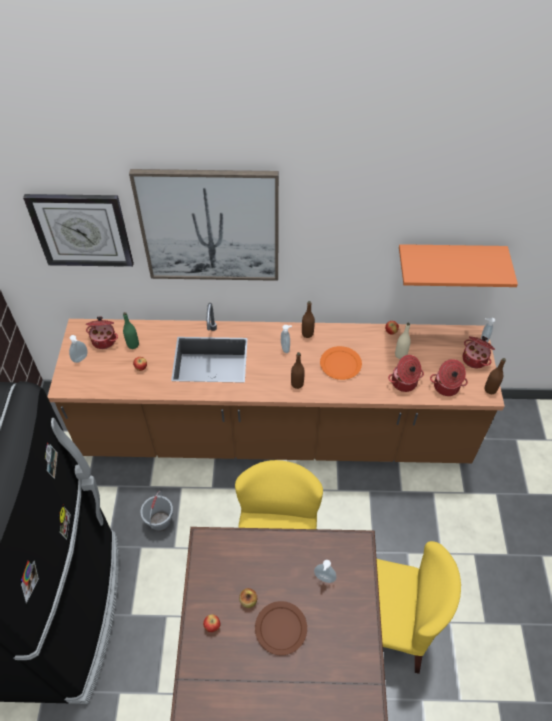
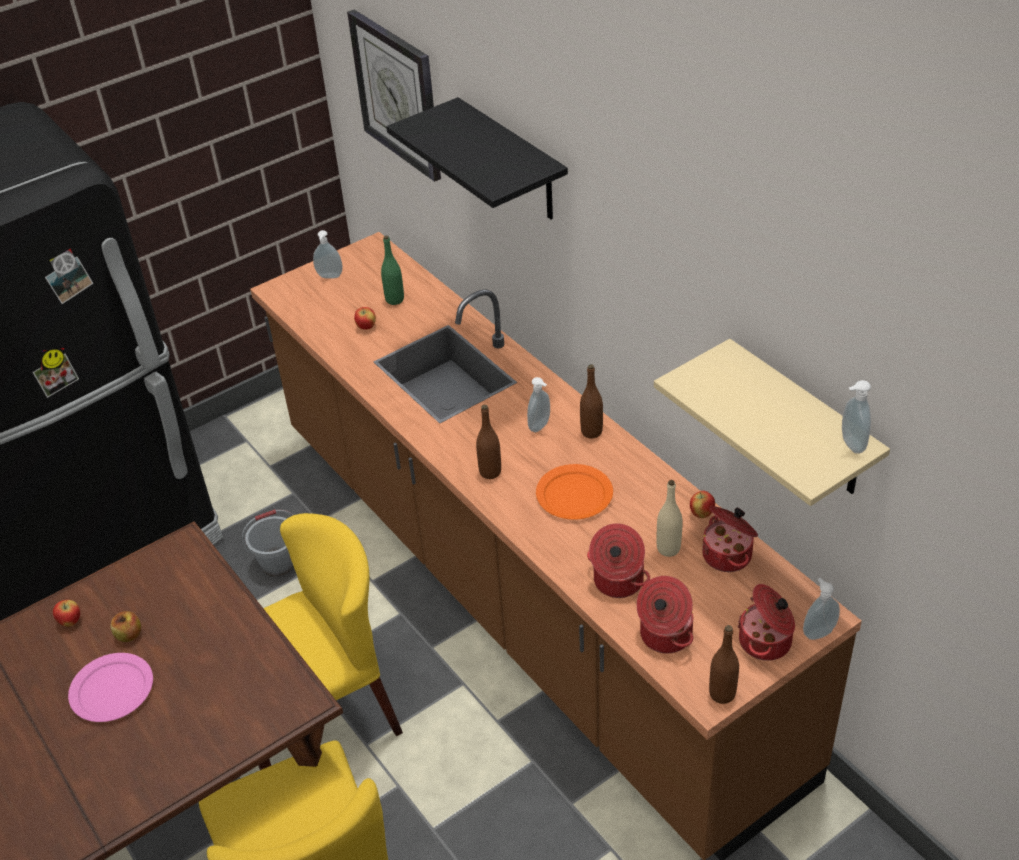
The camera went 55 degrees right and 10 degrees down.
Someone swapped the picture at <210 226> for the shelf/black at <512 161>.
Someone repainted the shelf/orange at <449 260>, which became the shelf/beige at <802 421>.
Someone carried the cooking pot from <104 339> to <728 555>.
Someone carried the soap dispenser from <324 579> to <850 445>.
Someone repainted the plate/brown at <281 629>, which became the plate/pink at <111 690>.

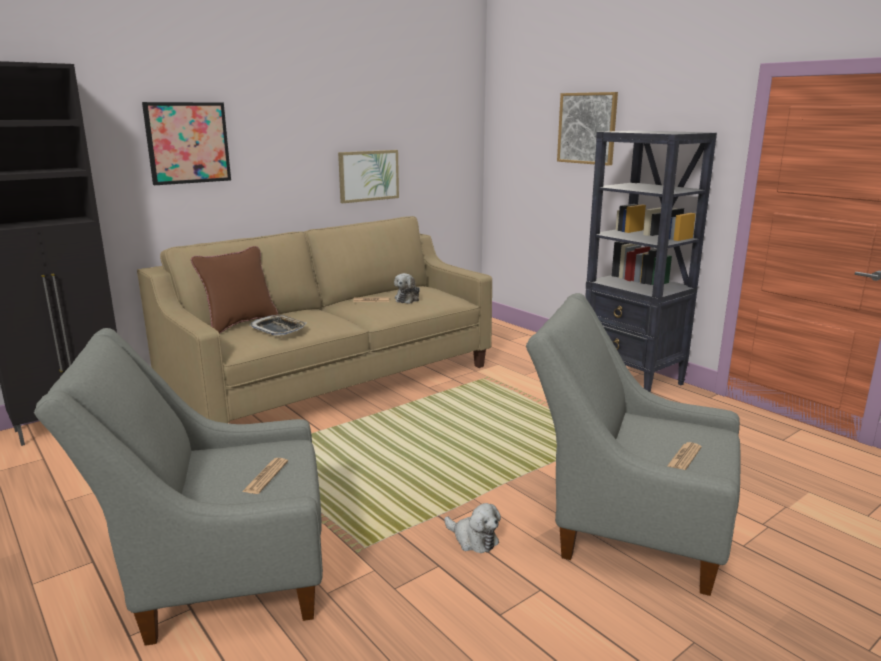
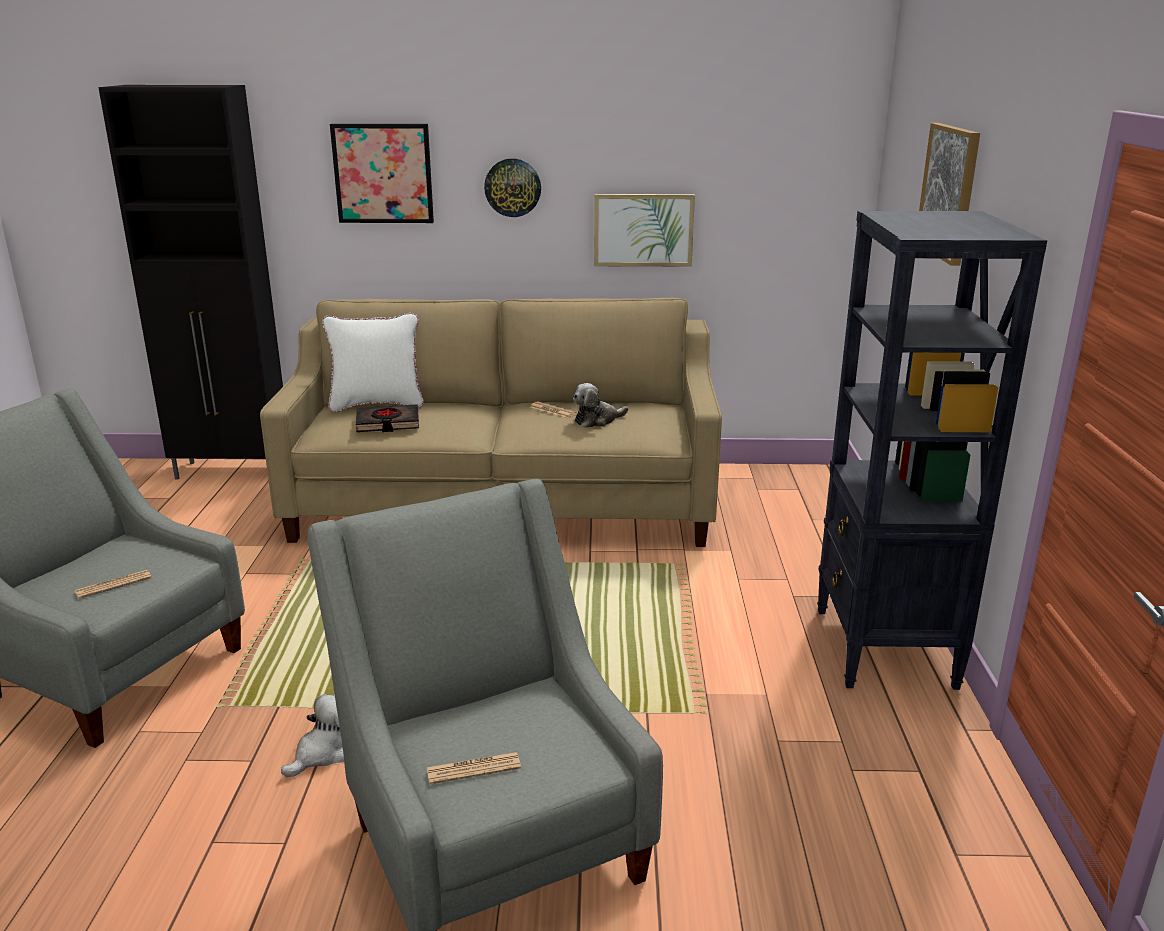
The camera went 40 degrees right and 5 degrees up.
Someone repainted the pillow/brown at <240 323>, which became the pillow/white at <377 404>.
Someone swapped the tray at <278 329> for the book/black at <388 423>.
Someone rotated the plush toy at <473 539> by 135 degrees counterclockwise.
Someone put up the wall clock at <513 187>.

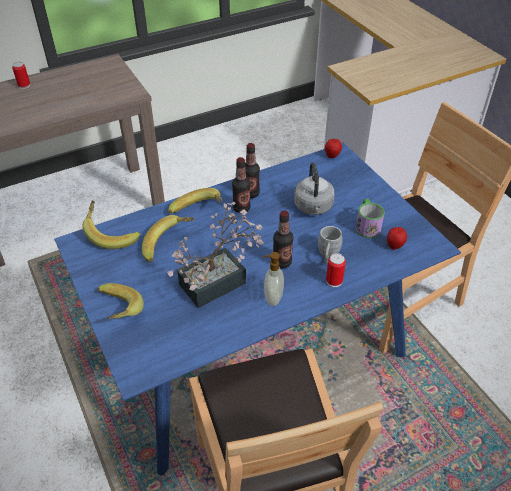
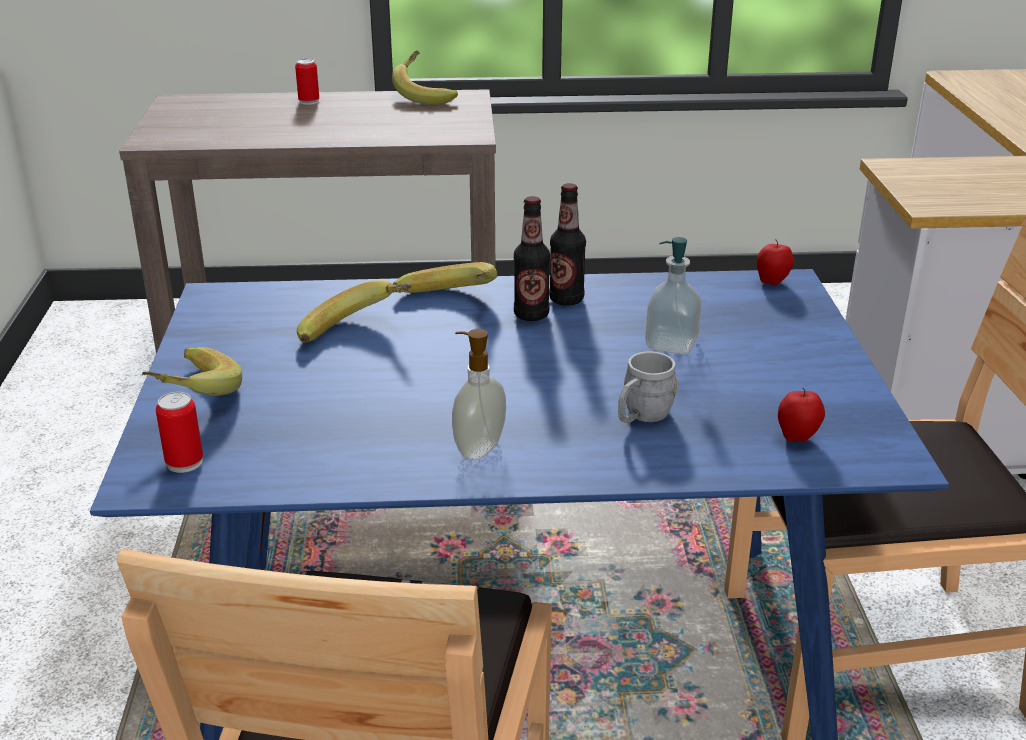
The camera went 25 degrees right and 15 degrees down.
Someone swapped the kettle/grey at <313 208> for the soap dispenser at <671 344>.
Someone took away the mug at <367 225>.
Someone carried the banana from <112 234> to <427 95>.
Someone took away the potted plant at <219 281>.
Someone took away the bottle at <282 262>.
Someone carried the can from <334 281> to <184 462>.

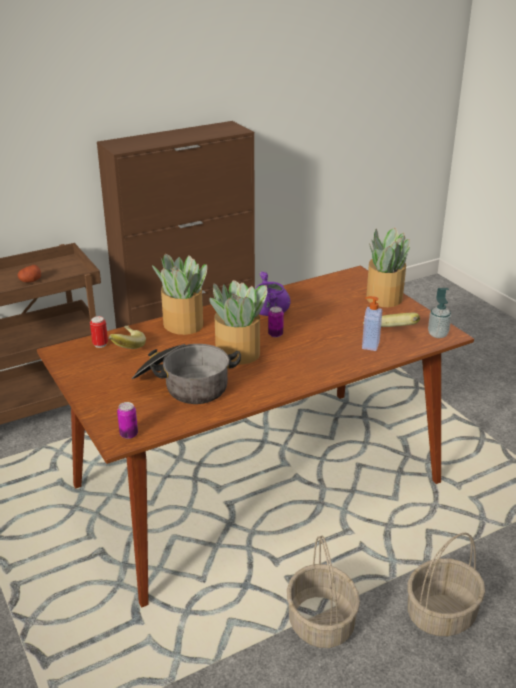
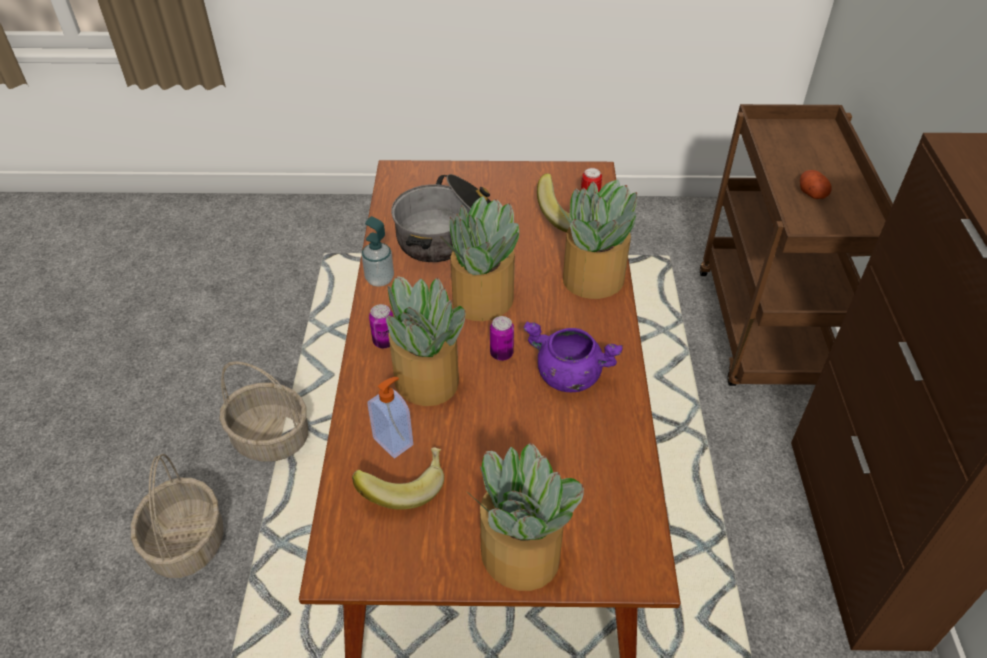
The camera went 120 degrees right and 15 degrees up.
Someone carried the soap dispenser from <437 334> to <379 279>.
Someone carried the can from <129 434> to <384 342>.
Someone put down the potted plant at <426 381>.

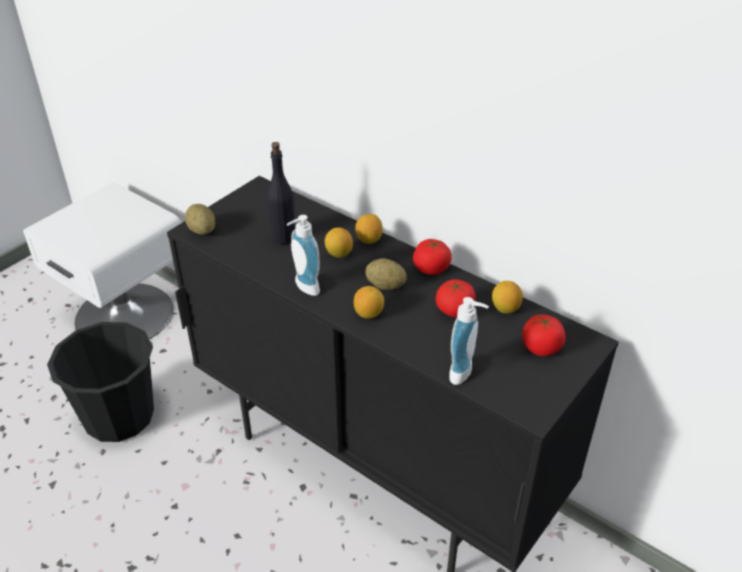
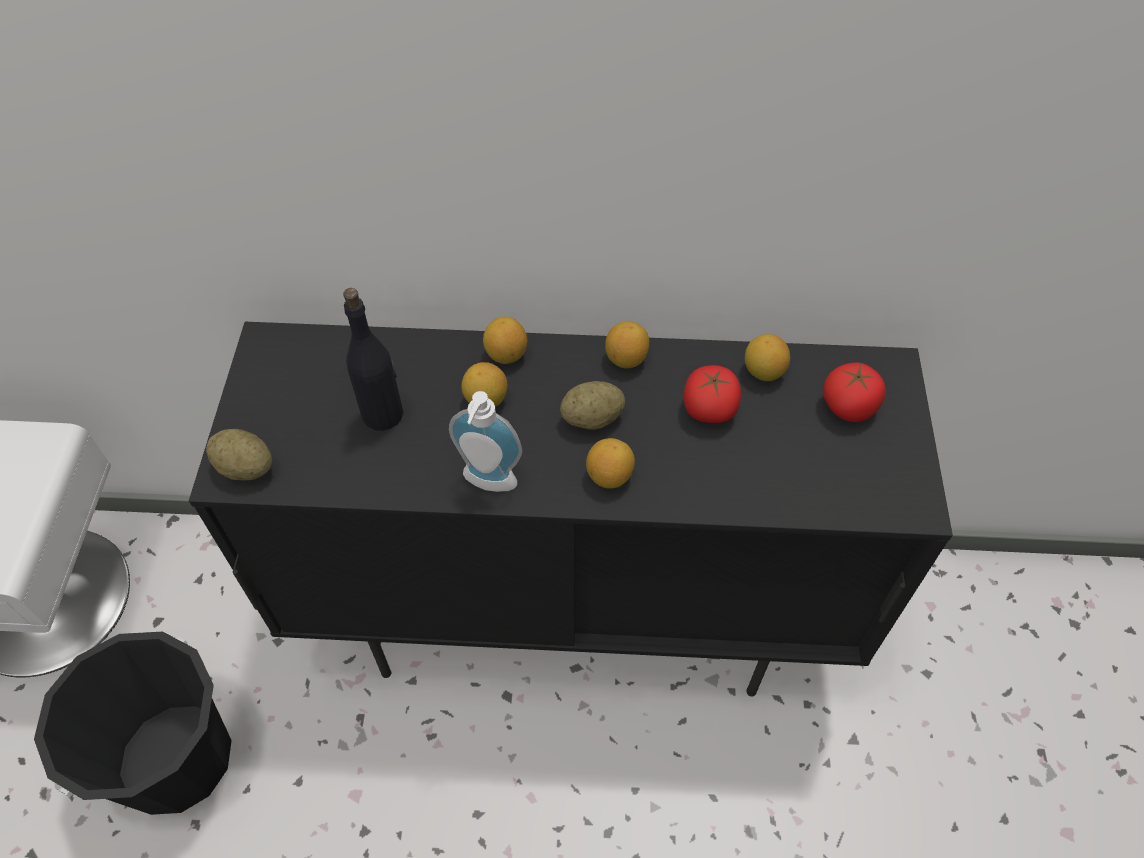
The camera went 35 degrees left and 15 degrees up.
Someone swapped the tomato at <431 269> for the lemon at <626 359>.
Someone took away the soap dispenser at <465 373>.

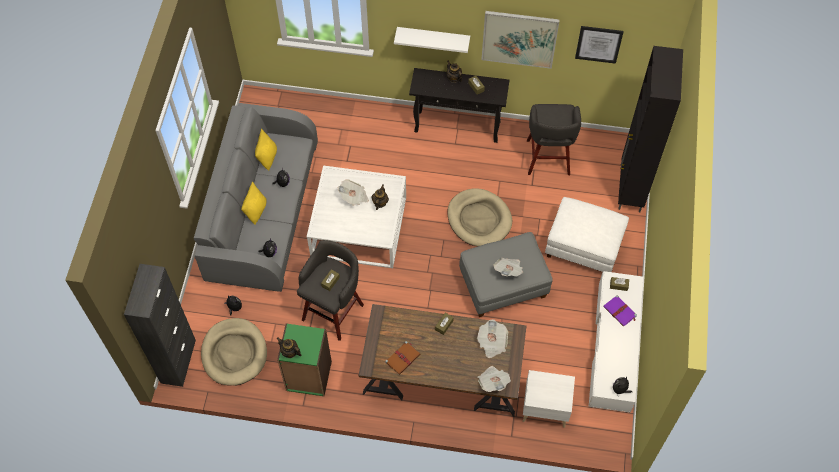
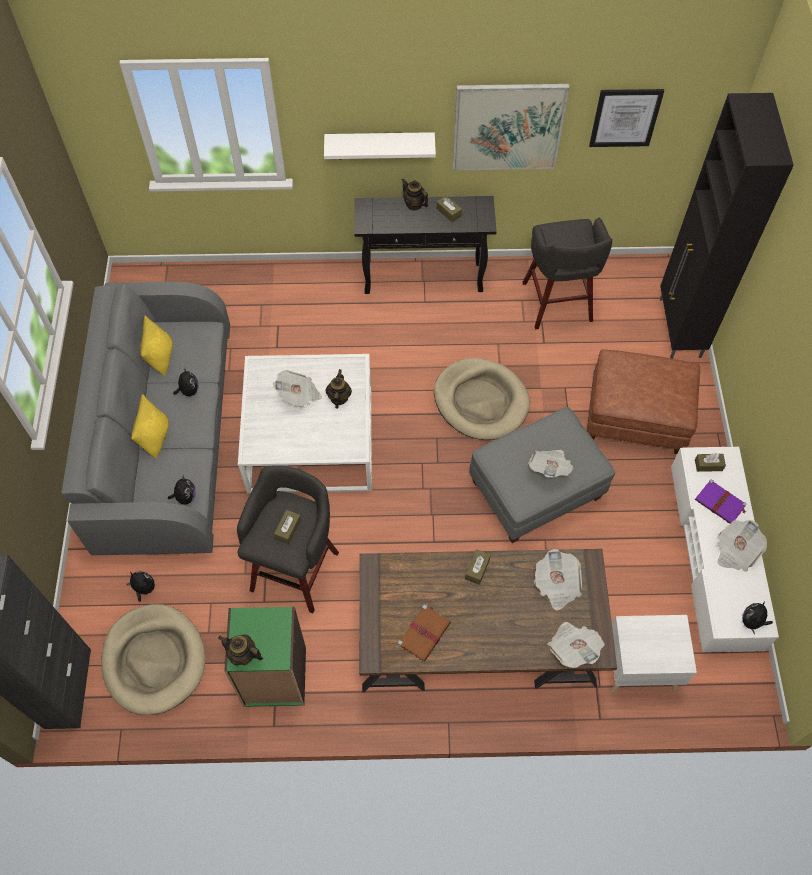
The camera went 10 degrees left and 0 degrees up.
Someone repainted the ottoman/white at <584 246>, which became the ottoman/brown at <637 417>.
Someone put down the newspaper at <735 551>.

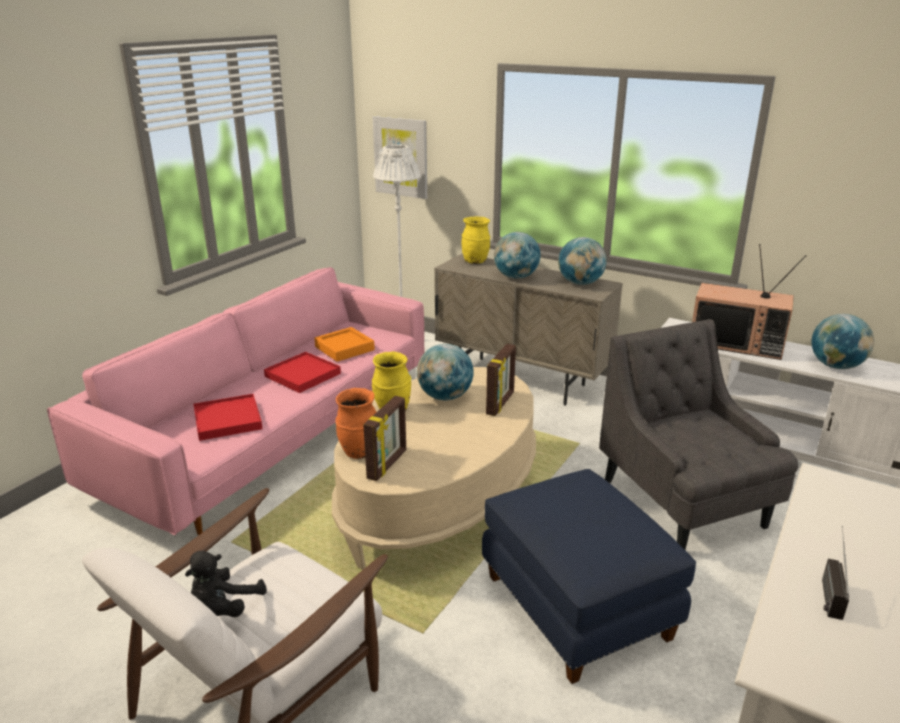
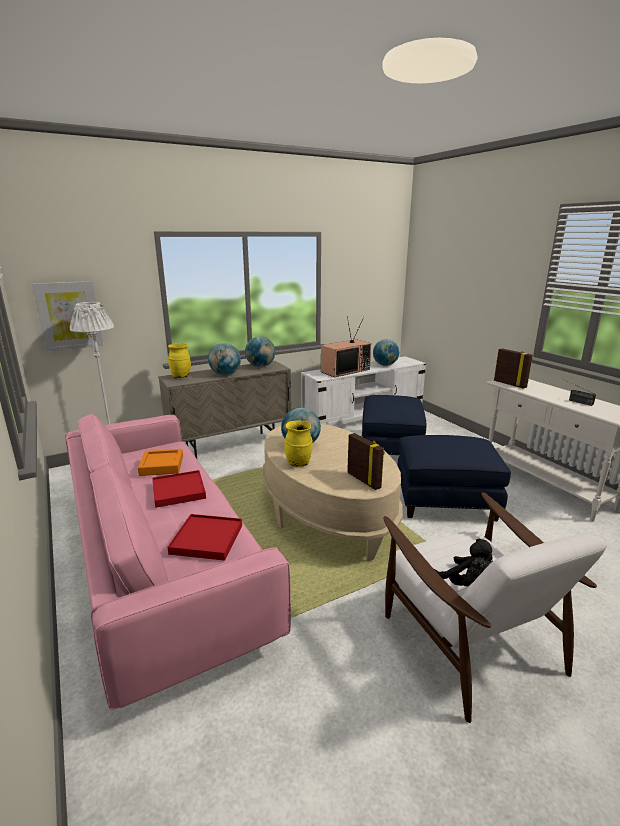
The camera went 60 degrees left and 5 degrees down.
Someone swapped the armchair/grey at <684 504> for the ottoman/blue at <389 449>.
Someone carried the picture frame from <501 404> to <510 384>.
Someone took away the vase/orange at <359 452>.

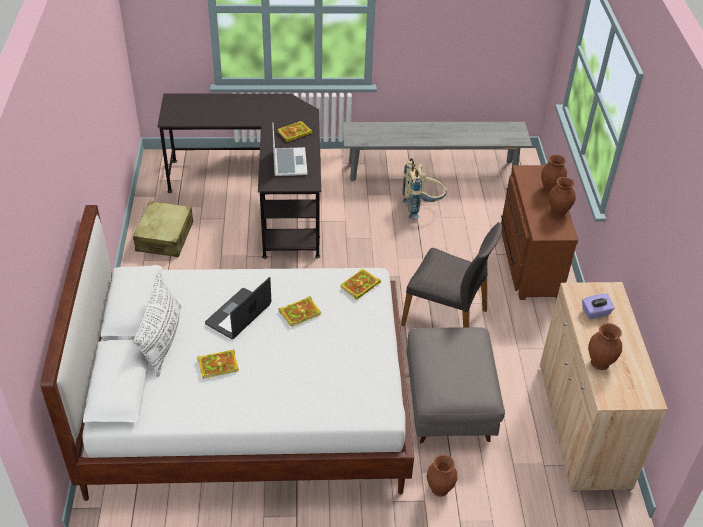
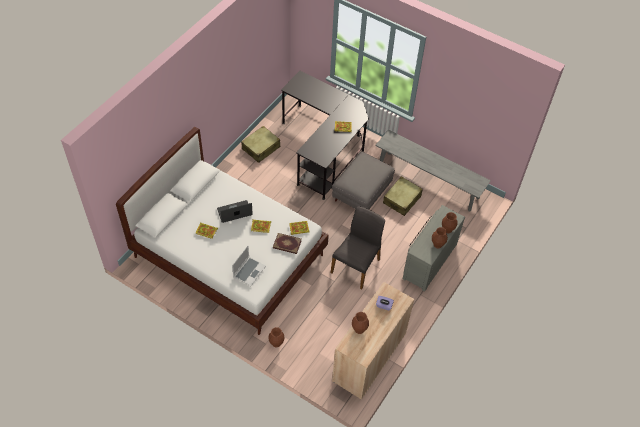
The camera went 35 degrees right and 10 degrees up.
Someone carried the laptop from <289 162> to <249 271>.
Someone swapped the backpack/beige at <422 207> for the suitcase/beige at <402 200>.
Someone repainted the dresser/brown at <527 260>, which became the dresser/grey at <428 260>.
Someone rotated the chair/grey at <446 317> by 120 degrees counterclockwise.
Someone took away the pillow/white at <162 340>.
Someone carried the ottoman/grey from <448 402> to <361 192>.
Someone put down the book at <287 244>.

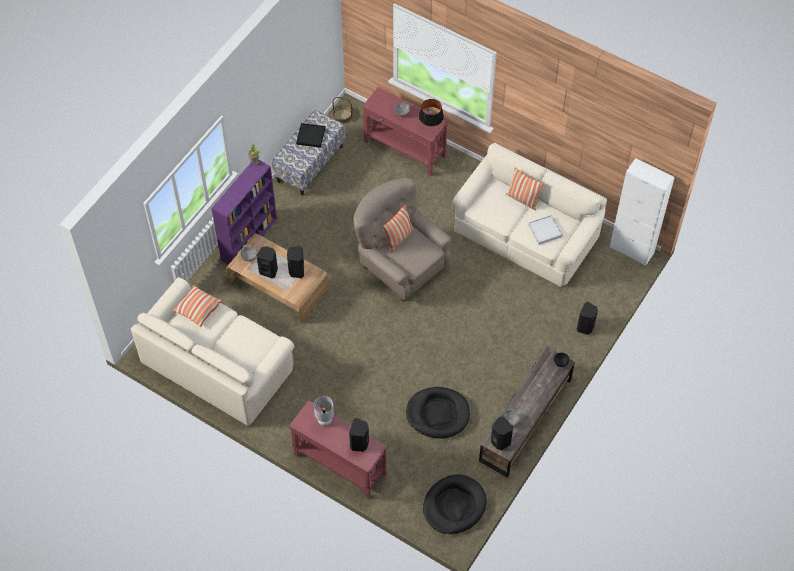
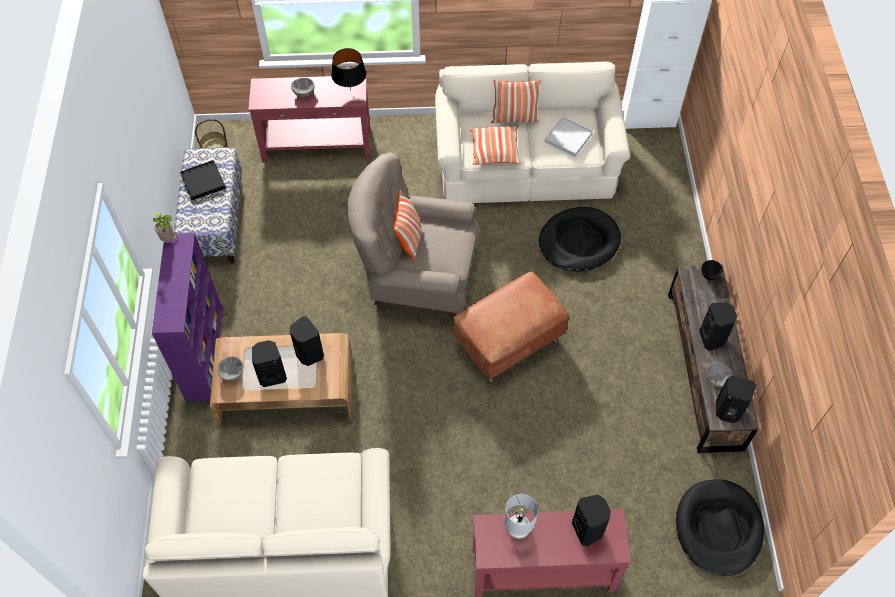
The camera went 35 degrees left and 0 degrees up.
Someone carried the pillow from <198 309> to <495 152>.
Someone carried the speaker/black from <585 327> to <712 338>.
Someone carried the dog bed/black from <437 414> to <578 242>.
Someone put down the ottoman/brown at <508 341>.

